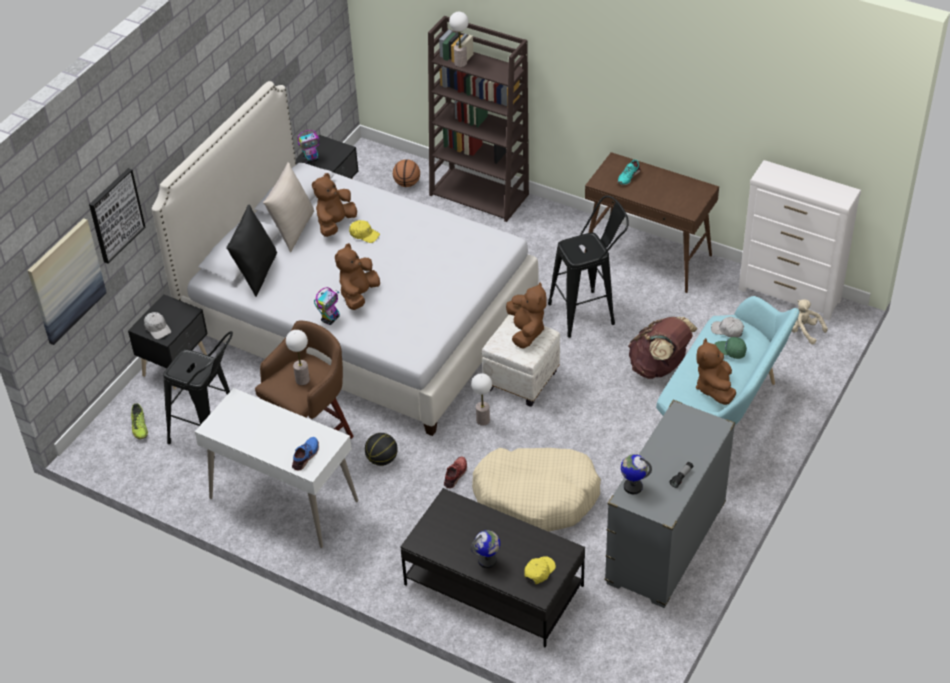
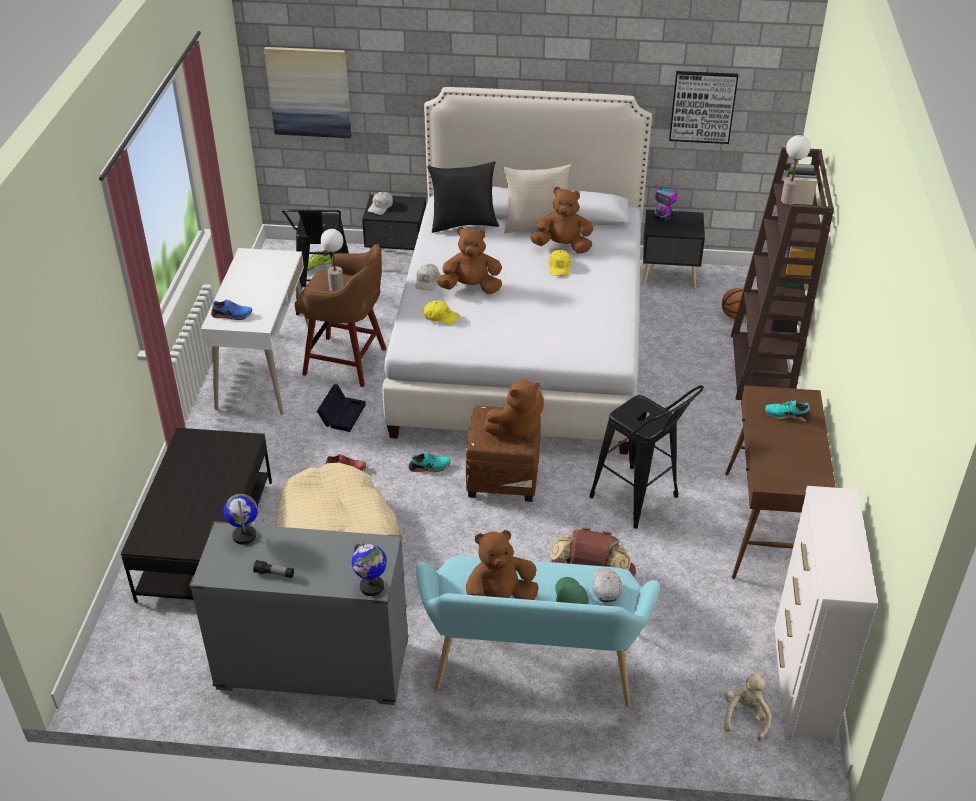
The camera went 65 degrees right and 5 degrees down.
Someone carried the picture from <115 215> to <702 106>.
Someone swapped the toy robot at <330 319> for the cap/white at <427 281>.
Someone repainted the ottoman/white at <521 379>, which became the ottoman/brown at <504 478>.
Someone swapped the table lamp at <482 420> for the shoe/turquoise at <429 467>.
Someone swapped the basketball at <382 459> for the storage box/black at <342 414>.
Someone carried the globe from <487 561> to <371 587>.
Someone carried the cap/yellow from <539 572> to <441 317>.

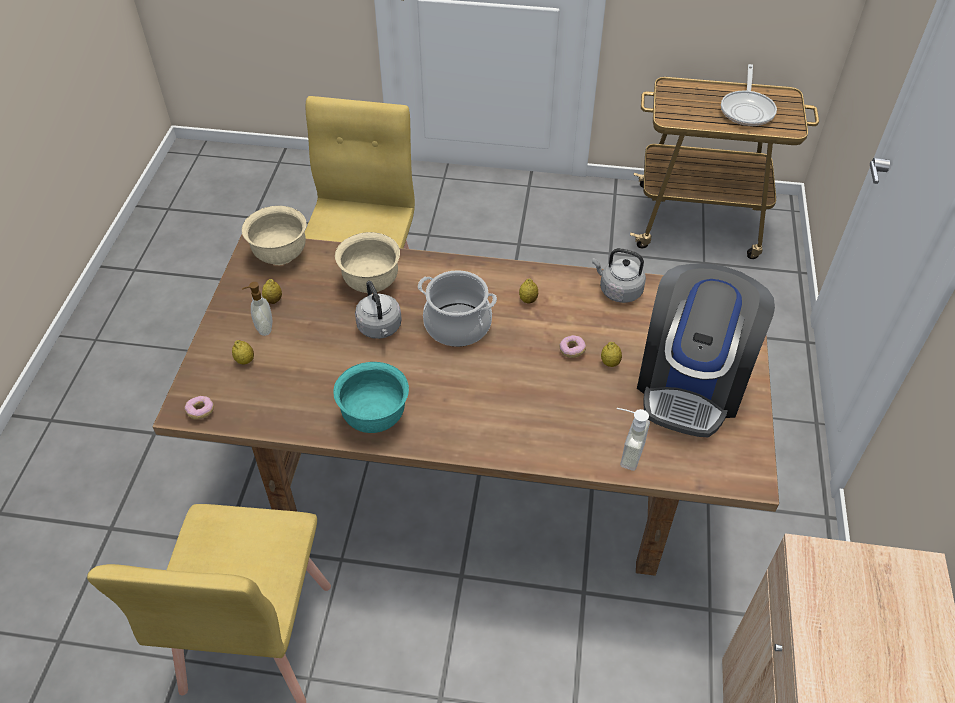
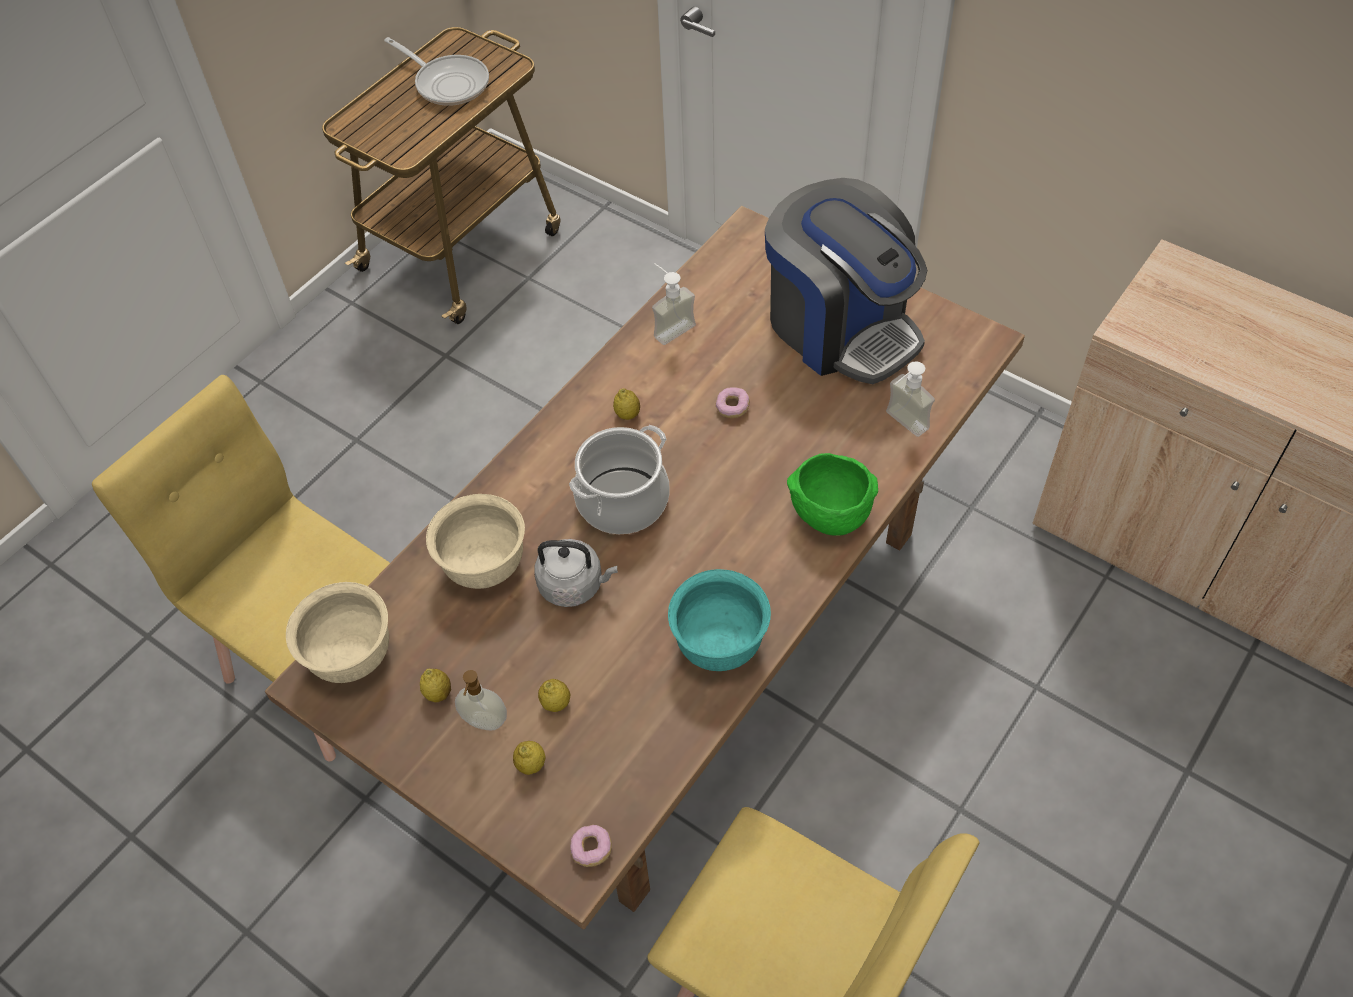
The camera went 60 degrees left and 5 degrees up.
Someone swapped the kettle/grey at <618 290> for the soap dispenser at <669 326>.
Someone carried the lemon from <610 363> to <556 703>.
Someone put down the bowl/green at <828 516>.

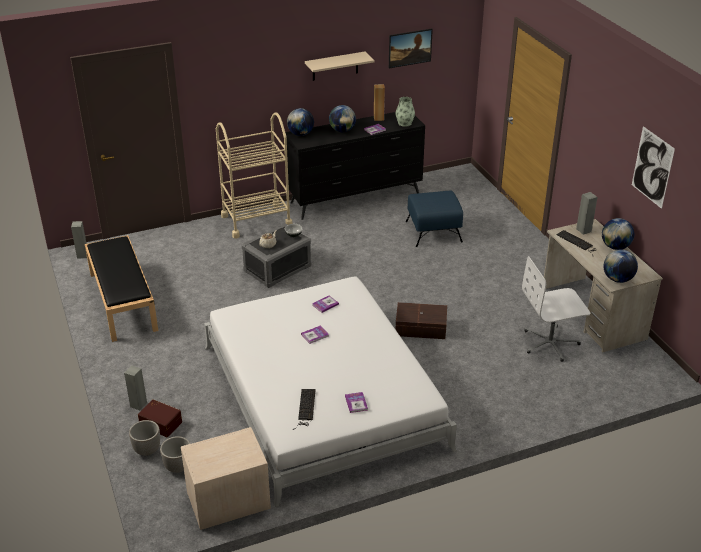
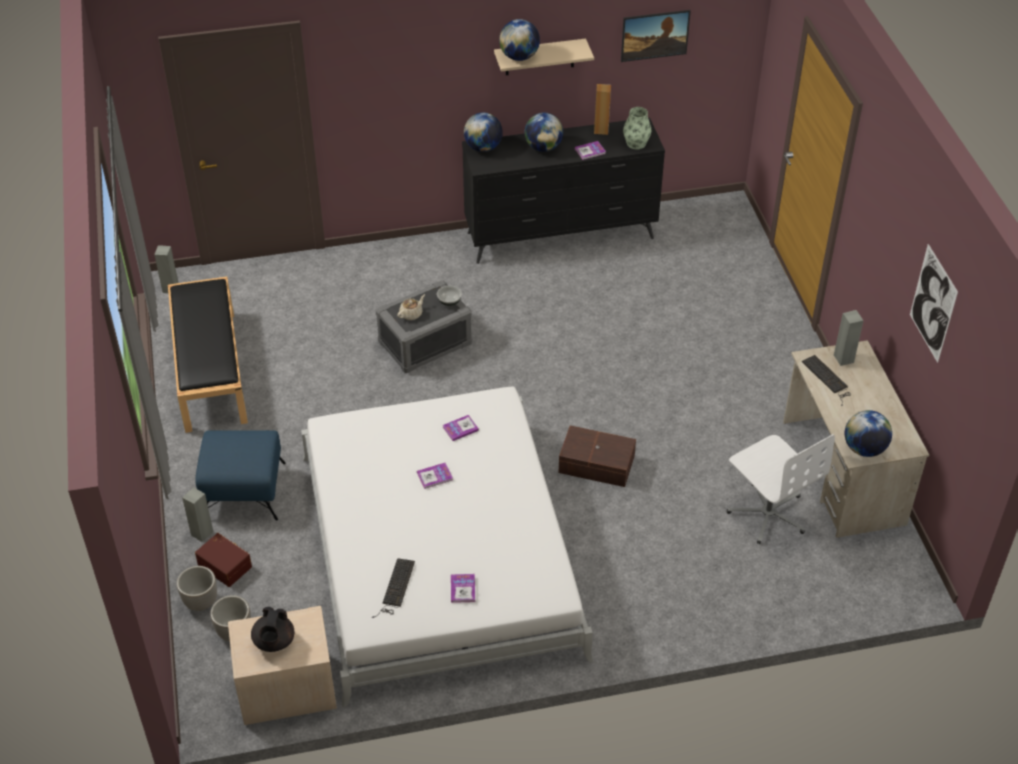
The camera went 10 degrees right and 10 degrees up.
Someone took away the cart/beige at <256 220>.
Someone carried the ottoman/blue from <433 231> to <243 490>.
Someone carried the globe from <615 247> to <519 57>.
Someone rotated the office chair/white at <550 343> by 120 degrees counterclockwise.
Someone put down the teapot/black at <274 642>.

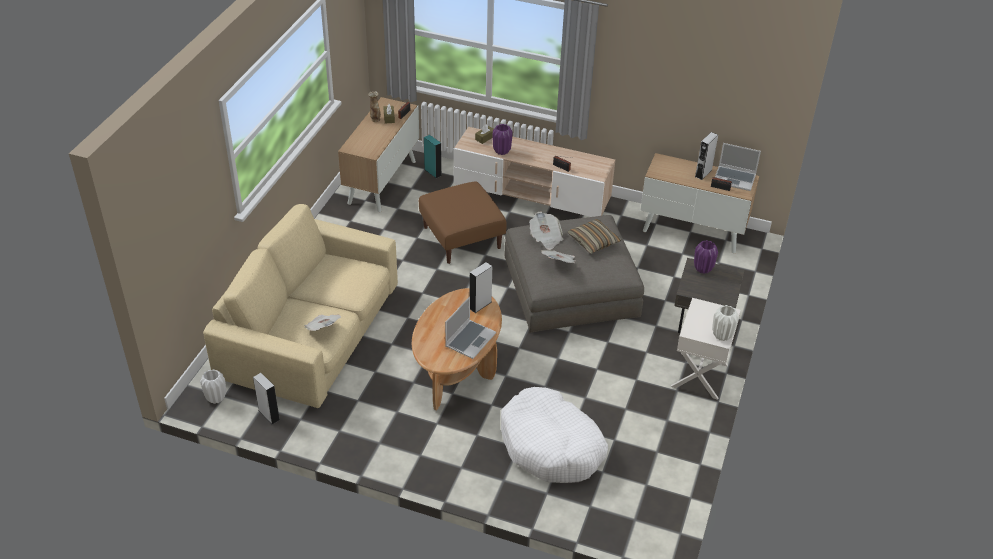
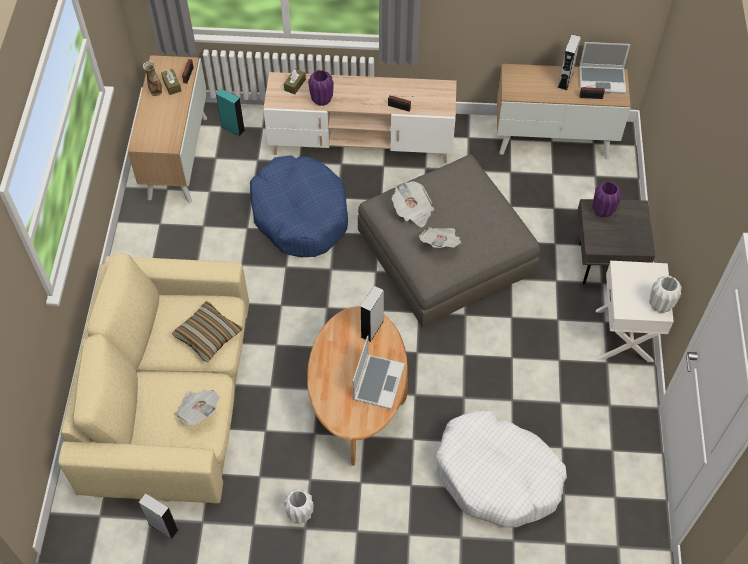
The camera went 15 degrees left and 15 degrees up.
Someone swapped the ottoman/brown at <462 238> for the dog bed/blue at <300 214>.
Someone carried the pillow from <593 241> to <208 335>.
Someone carried the vase/white from <216 398> to <299 514>.

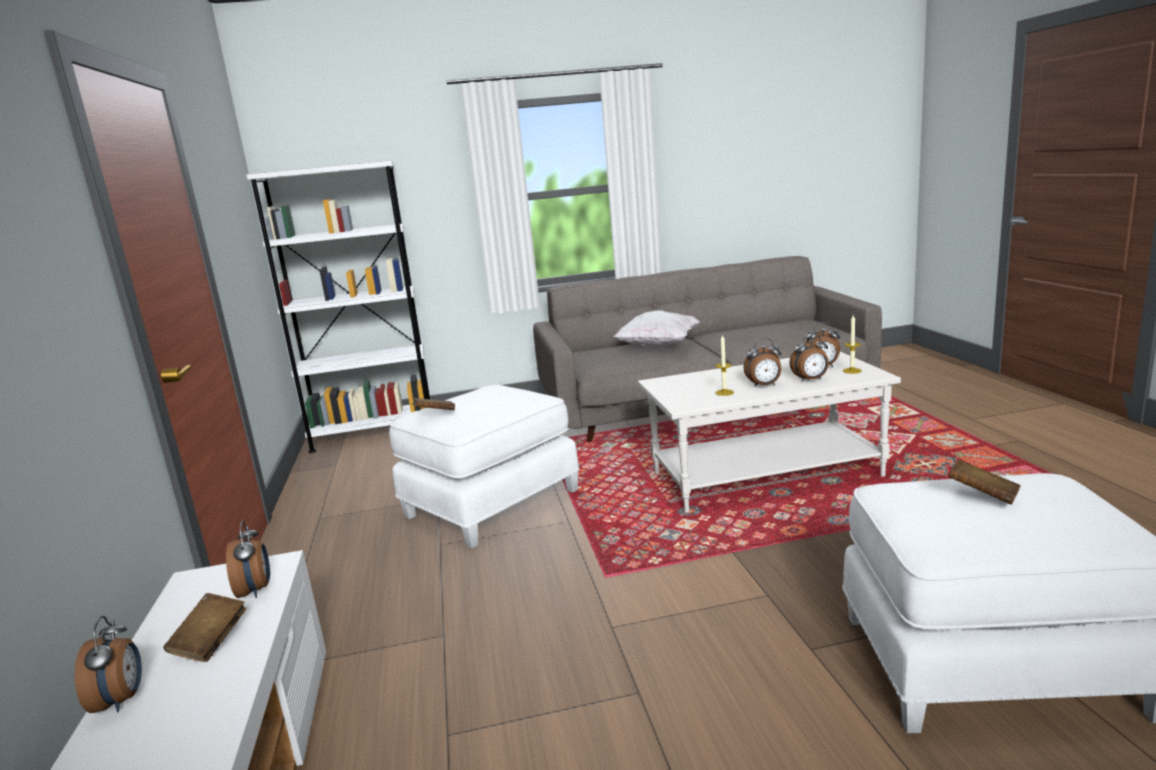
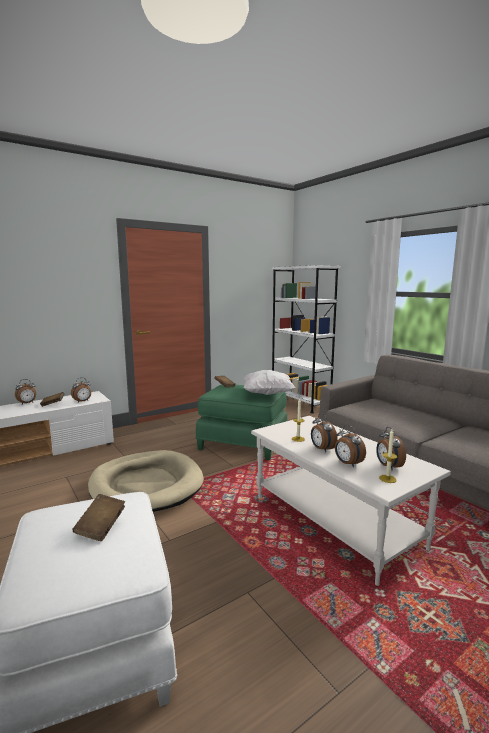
The camera went 65 degrees right and 5 degrees down.
Someone carried the pillow/white from <658 346> to <267 394>.
Someone repainted the ottoman/white at <490 503>, which became the ottoman/green at <243 443>.
Someone put down the dog bed/beige at <146 485>.

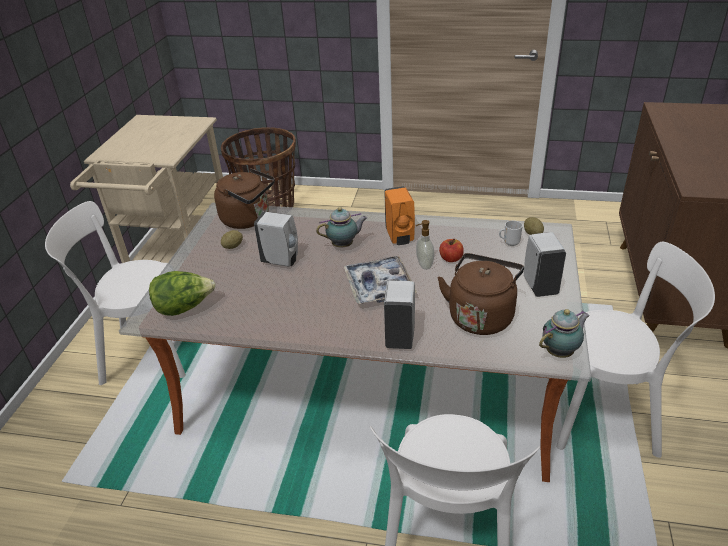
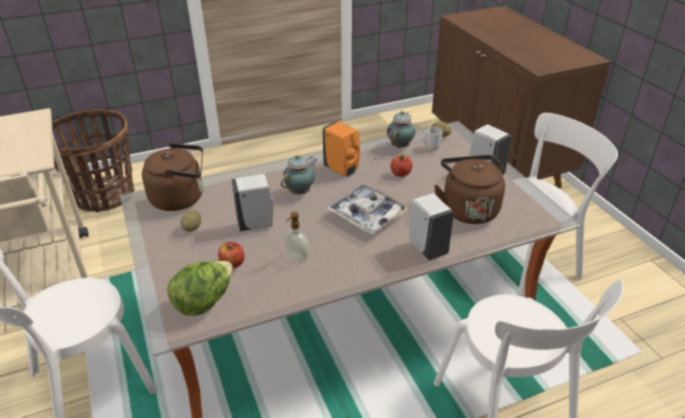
The camera went 35 degrees left and 0 degrees up.
Someone carried the soap dispenser from <424 265> to <296 258>.
Someone carried the teapot from <561 352> to <401 146>.
Someone put down the apple at <232 263>.

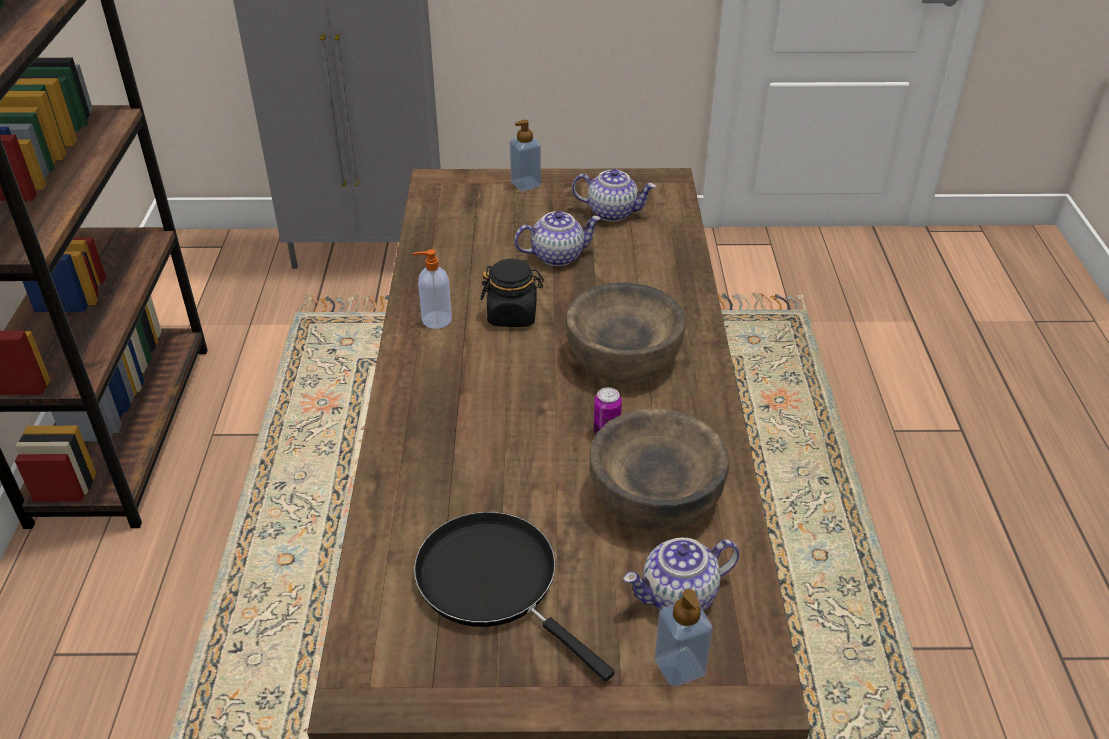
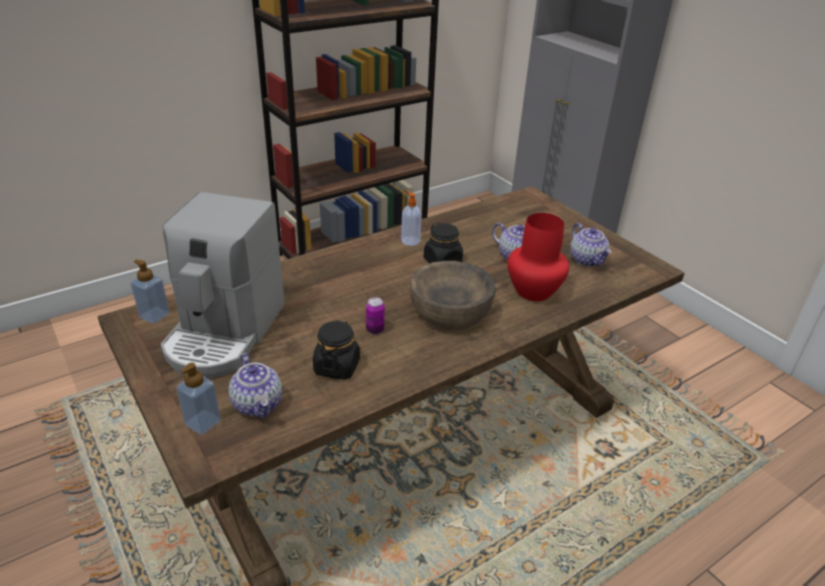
The camera went 55 degrees right and 5 degrees down.
Someone carried the soap dispenser from <525 184> to <154 315>.
Someone swapped the bowl/brown at <655 495> for the jar/black at <337 367>.
Someone swapped the frying pan/black at <494 582> for the coffee machine at <225 333>.
Someone rotated the teapot at <678 597> by 150 degrees counterclockwise.
Someone put down the vase/red at <533 290>.

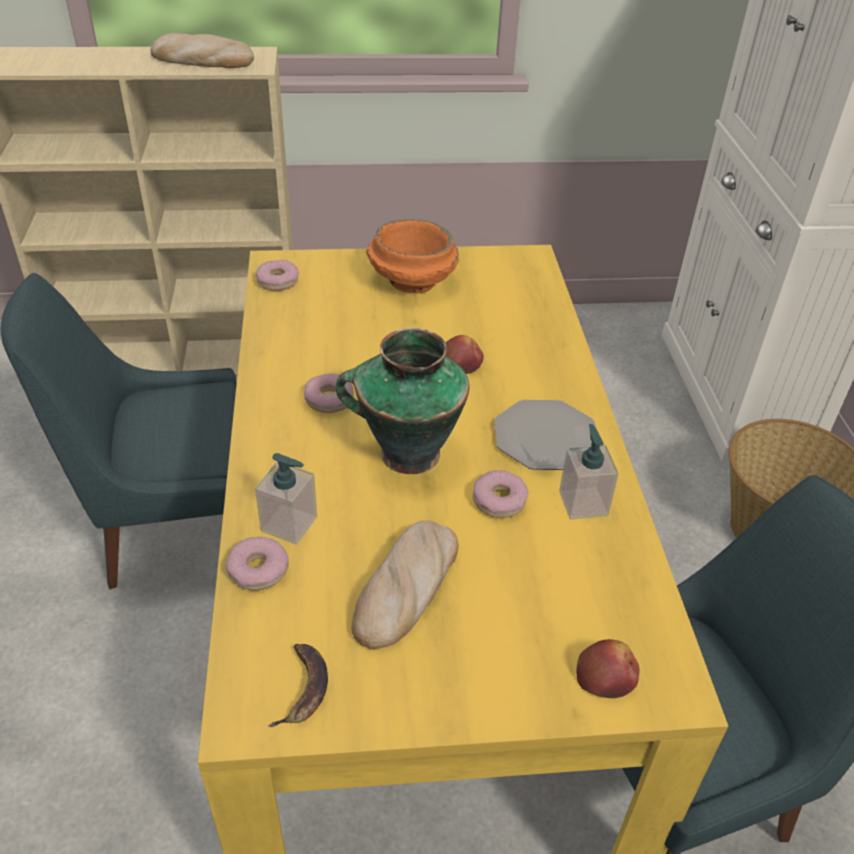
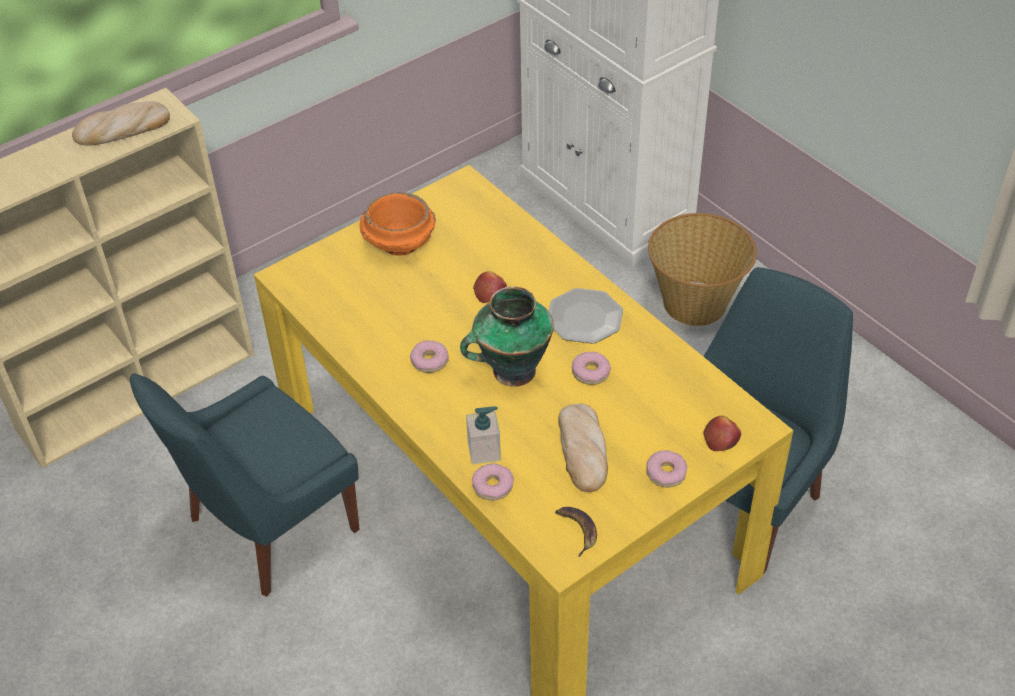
The camera went 30 degrees left and 5 degrees up.
Someone carried the donut from <277 281> to <666 473>.
Someone took away the soap dispenser at <583 503>.

